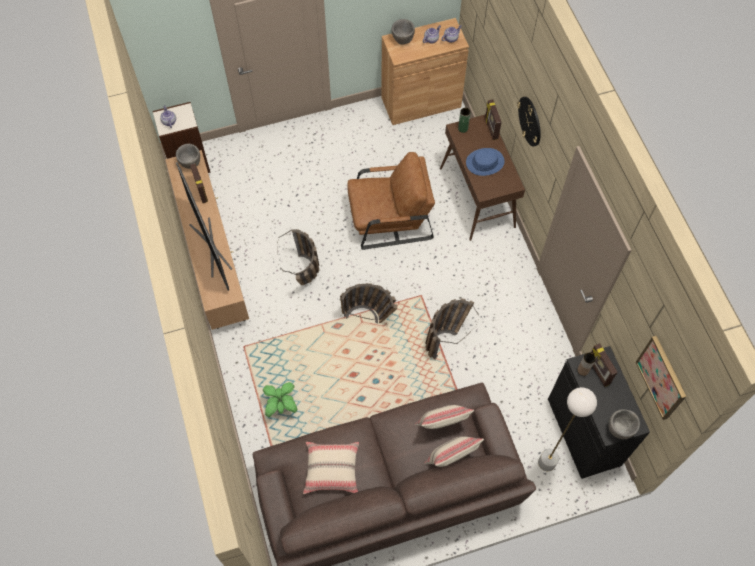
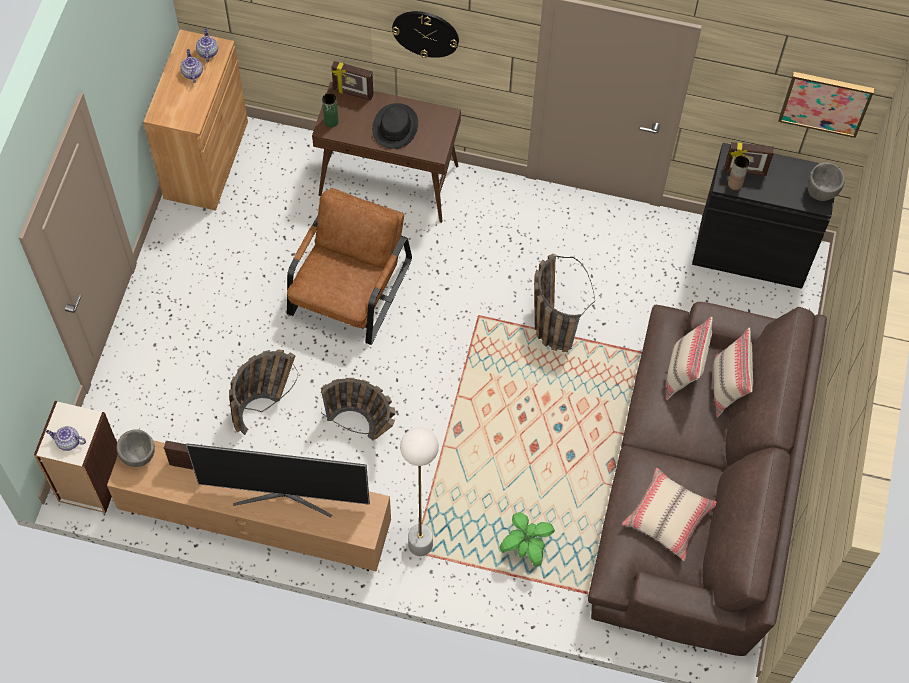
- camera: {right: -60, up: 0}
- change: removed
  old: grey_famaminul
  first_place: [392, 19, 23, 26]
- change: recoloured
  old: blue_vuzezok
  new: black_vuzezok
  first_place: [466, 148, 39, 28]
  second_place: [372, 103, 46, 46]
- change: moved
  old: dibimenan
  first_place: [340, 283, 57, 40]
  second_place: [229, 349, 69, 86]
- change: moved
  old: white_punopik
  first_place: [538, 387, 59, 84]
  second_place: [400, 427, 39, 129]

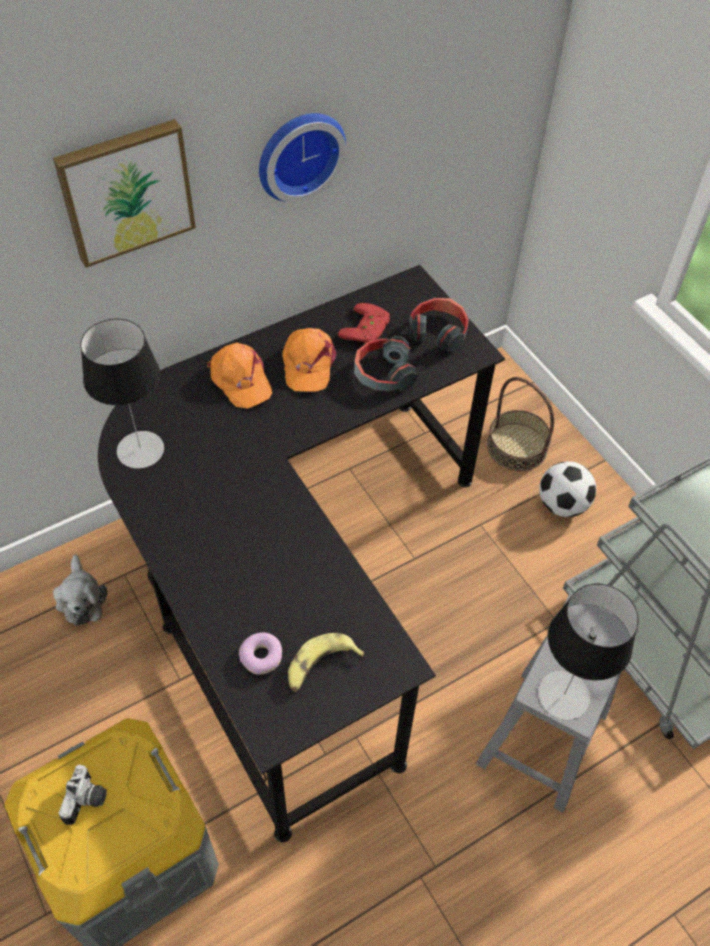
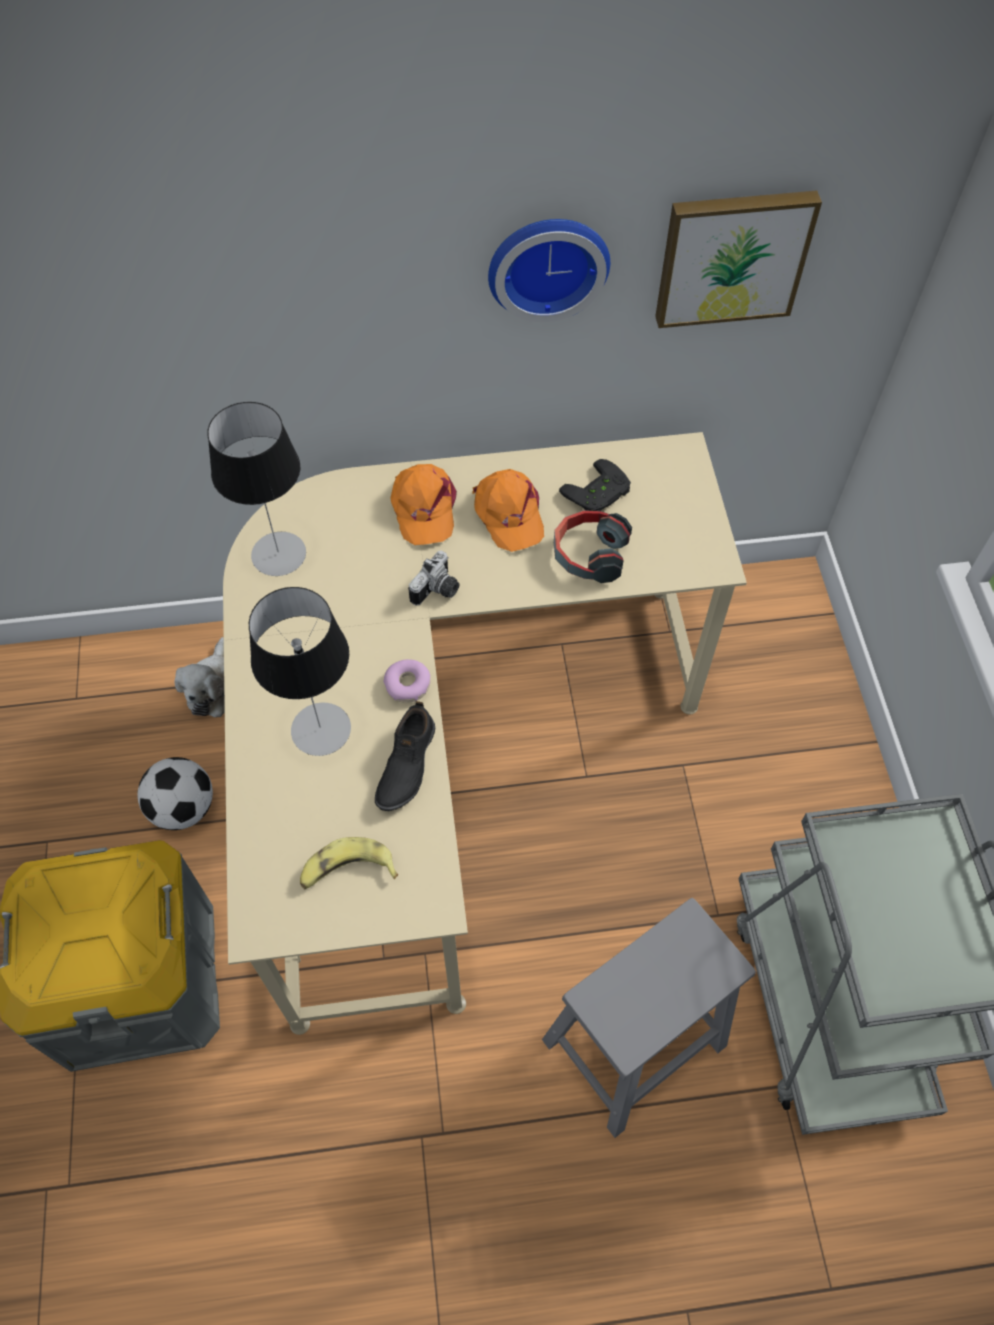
- camera: {right: 25, up: 5}
- change: moved
  old: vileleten
  first_place: [53, 119, 143, 149]
  second_place: [655, 190, 167, 138]
- change: recoloured
  old: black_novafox
  new: beige_novafox
  first_place: [98, 265, 407, 577]
  second_place: [223, 432, 524, 603]
- change: removed
  old: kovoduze
  first_place: [409, 298, 60, 55]
- change: recoloured
  old: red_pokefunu
  new: black_pokefunu
  first_place: [338, 303, 52, 41]
  second_place: [559, 459, 72, 52]
- change: turned
  old: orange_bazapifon
  first_place: [282, 328, 55, 64]
  second_place: [472, 469, 72, 83]
  degrees: -45
- change: removed
  old: dibimenan
  first_place: [487, 377, 67, 94]
- change: moved
  old: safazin
  first_place: [539, 461, 57, 56]
  second_place: [137, 757, 76, 73]
- change: moved
  old: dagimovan
  first_place: [538, 584, 101, 136]
  second_place: [249, 587, 102, 169]
- change: moved
  old: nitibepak
  first_place: [239, 632, 43, 43]
  second_place: [383, 659, 48, 44]
- change: moved
  old: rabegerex
  first_place: [59, 765, 48, 60]
  second_place: [408, 550, 51, 55]
- change: added
  new: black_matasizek
  second_place: [375, 701, 60, 110]

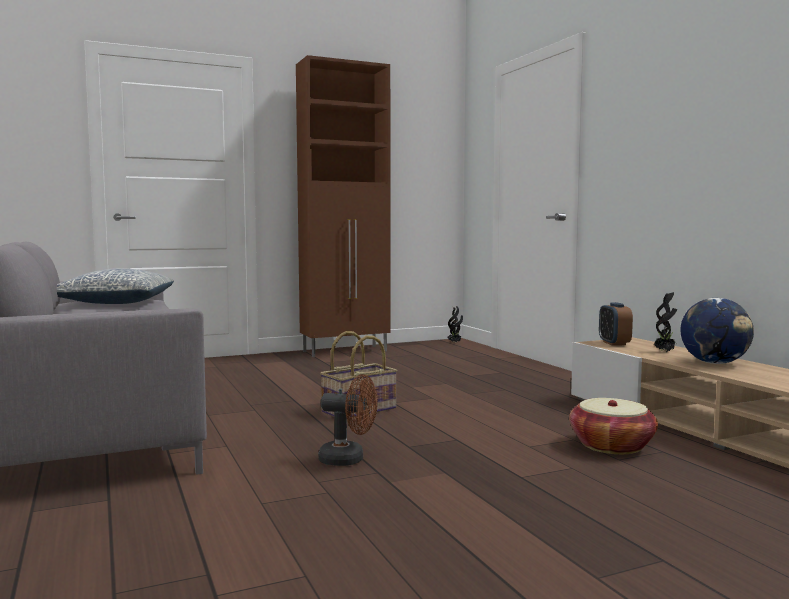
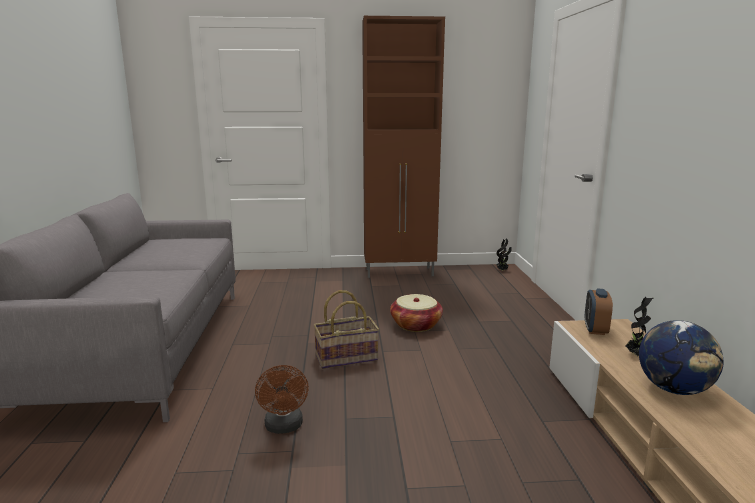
- camera: {right: 20, up: 10}
- change: removed
  old: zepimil
  first_place: [57, 268, 117, 36]
- change: turned
  old: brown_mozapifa
  first_place: [318, 374, 60, 92]
  second_place: [255, 365, 54, 69]
  degrees: 45
- change: moved
  old: dibimenan
  first_place: [569, 398, 89, 56]
  second_place: [390, 294, 53, 38]

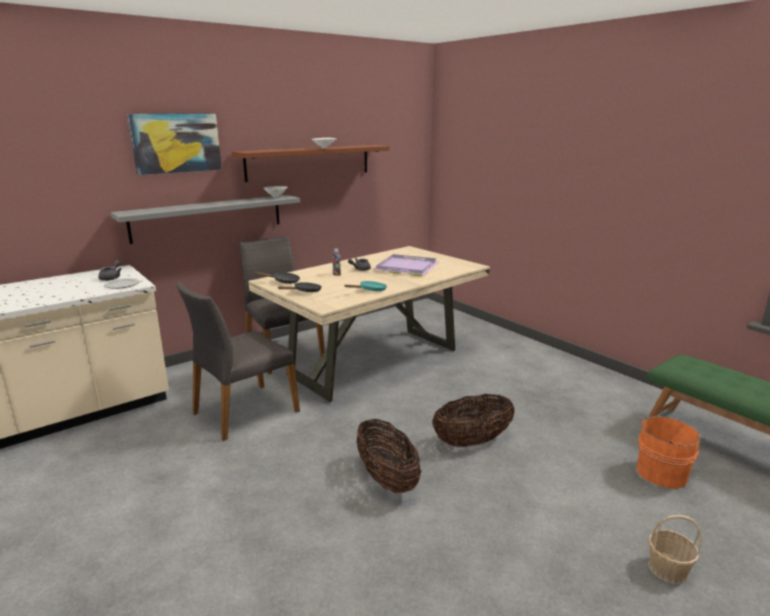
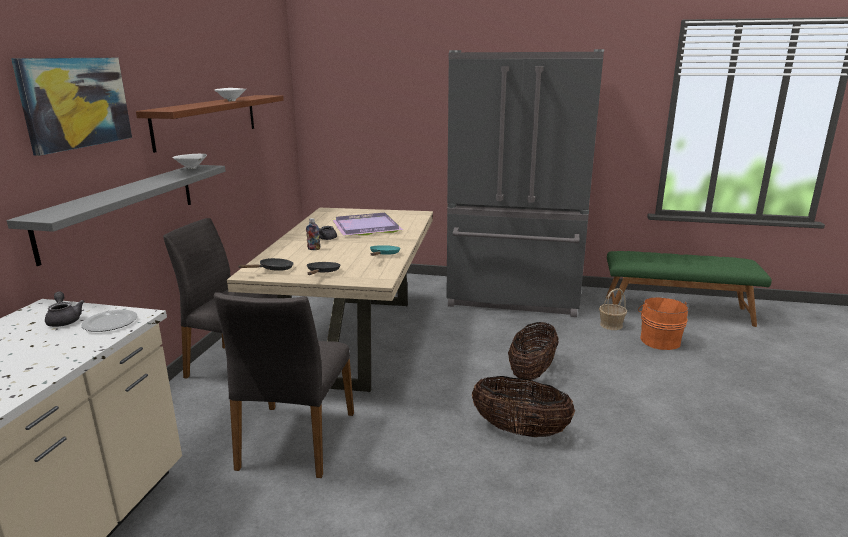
- camera: {right: -40, up: 0}
- change: moved
  old: dibimenan
  first_place: [648, 515, 53, 69]
  second_place: [599, 288, 28, 42]
- change: added
  new: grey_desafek
  second_place: [446, 49, 158, 268]

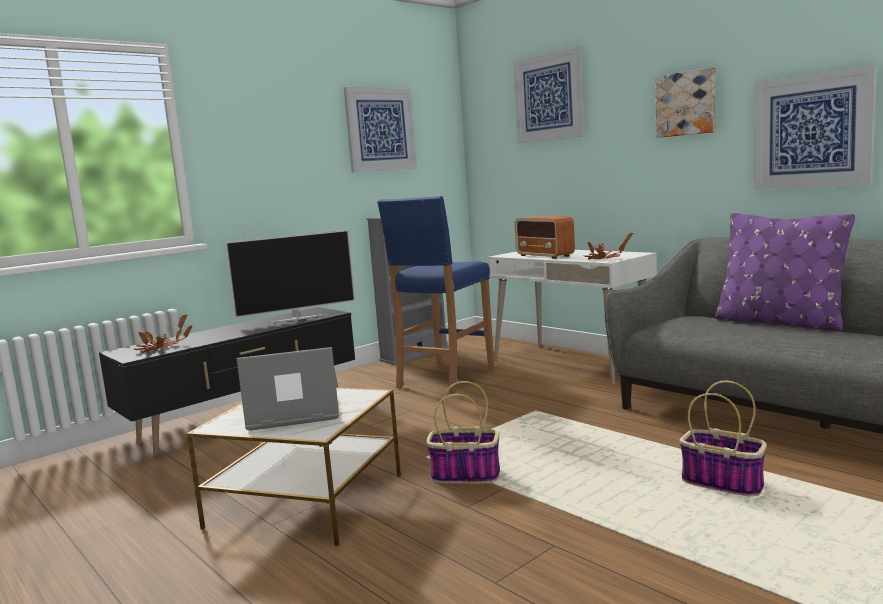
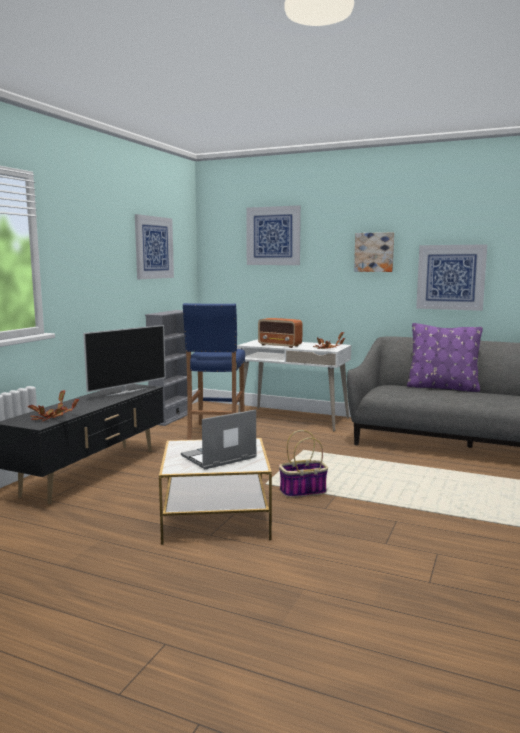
- camera: {right: -25, up: 0}
- change: removed
  old: dibimenan
  first_place: [679, 381, 88, 116]

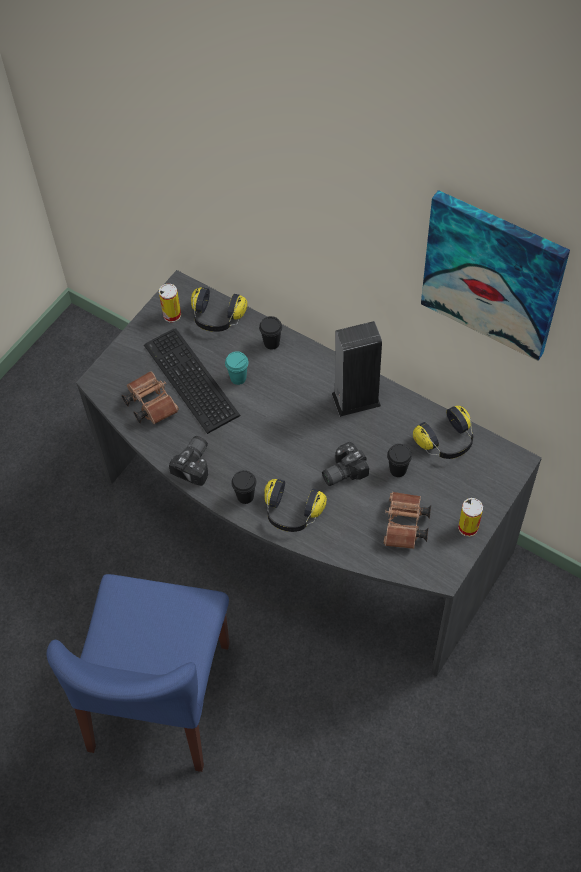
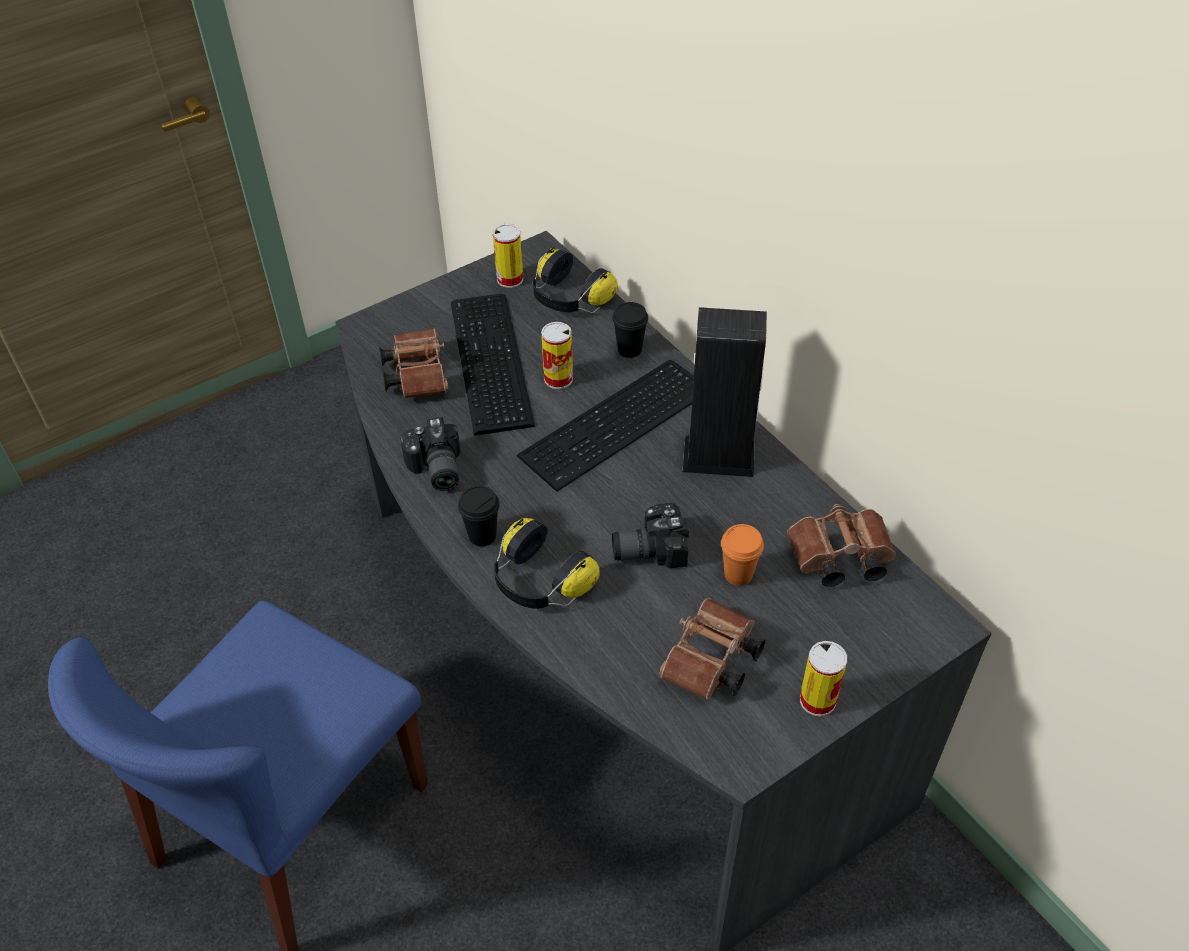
- camera: {right: 20, up: -10}
- change: removed
  old: vileleten
  first_place: [421, 190, 149, 171]
- change: replaced
  old: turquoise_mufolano
  new: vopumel
  first_place: [225, 351, 24, 34]
  second_place: [541, 322, 32, 67]
- change: replaced
  old: kovoduze
  new: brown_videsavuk
  first_place: [413, 406, 61, 53]
  second_place: [787, 504, 109, 83]
- change: turned
  old: rabegerex
  first_place: [169, 436, 39, 50]
  second_place: [400, 417, 61, 74]
  degrees: 120
- change: recoloured
  old: black_mufolano
  new: orange_mufolano
  first_place: [387, 444, 25, 33]
  second_place: [721, 524, 43, 62]
- change: added
  new: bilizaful
  second_place: [517, 360, 177, 132]

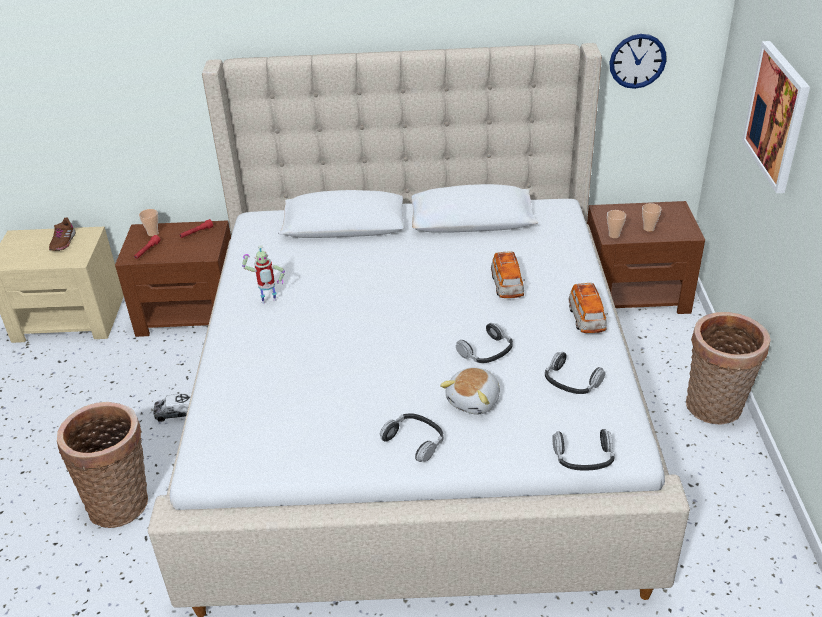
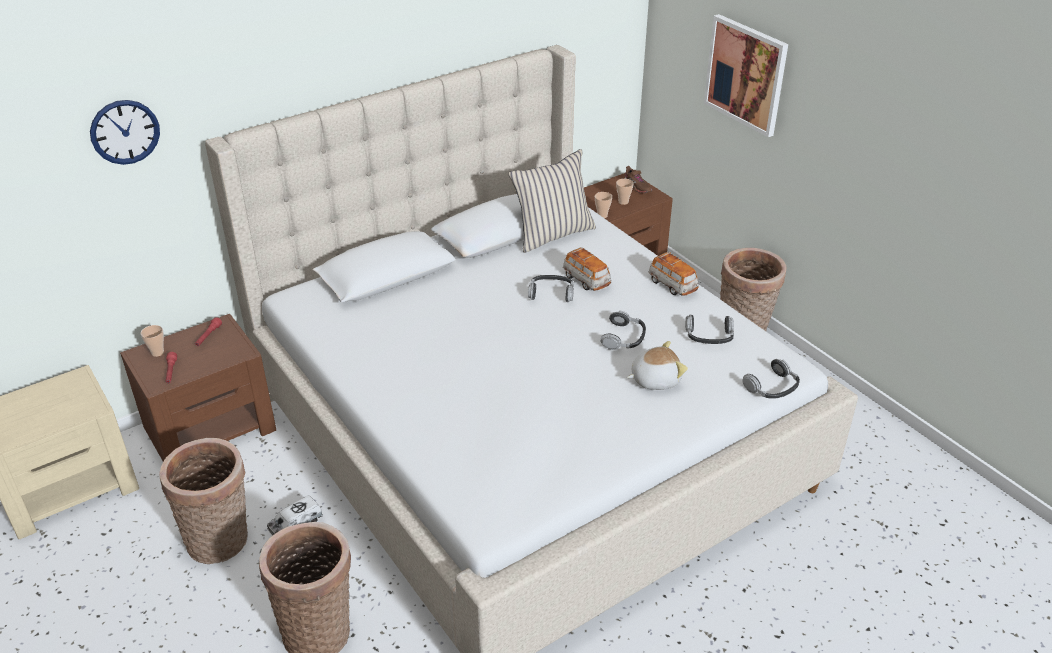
- camera: {right: -35, up: 0}
- change: moved
  old: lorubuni
  first_place: [609, 34, 58, 55]
  second_place: [90, 100, 70, 65]
- change: moved
  old: brown_matasizek
  first_place: [49, 218, 27, 33]
  second_place: [625, 166, 27, 27]
- change: removed
  old: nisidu
  first_place: [242, 245, 43, 59]
- change: turned
  old: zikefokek
  first_place: [440, 368, 60, 47]
  second_place: [627, 341, 61, 49]
  degrees: -105
- change: moved
  old: kovoduze
  first_place: [380, 413, 63, 49]
  second_place: [528, 275, 46, 27]
- change: added
  new: beige_zepimil
  second_place: [508, 149, 88, 104]
- change: added
  new: dibimenan
  second_place: [159, 438, 89, 126]

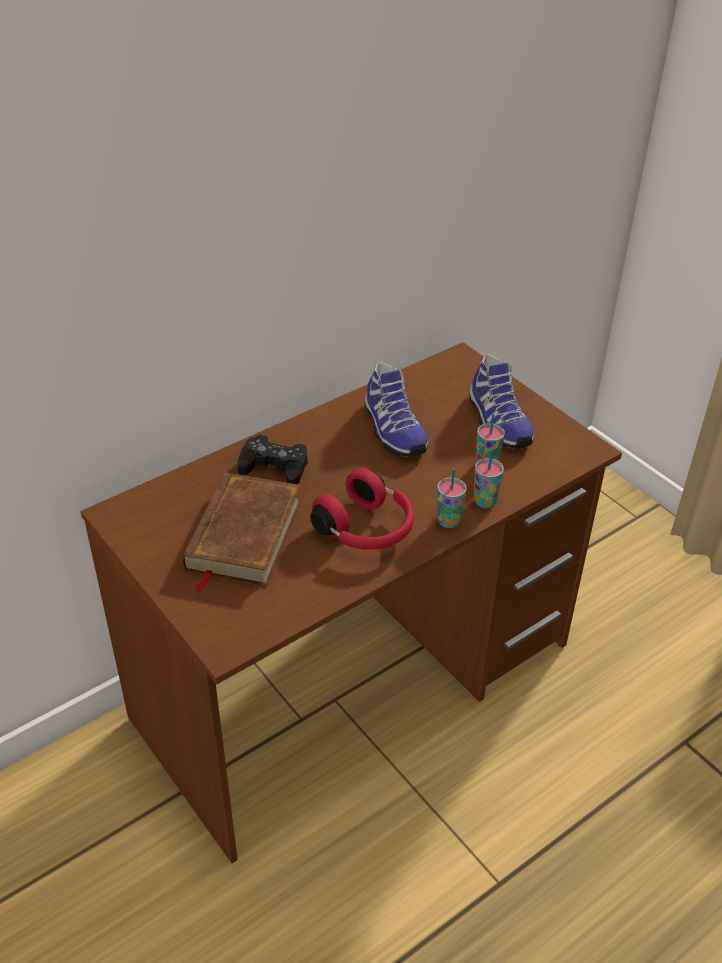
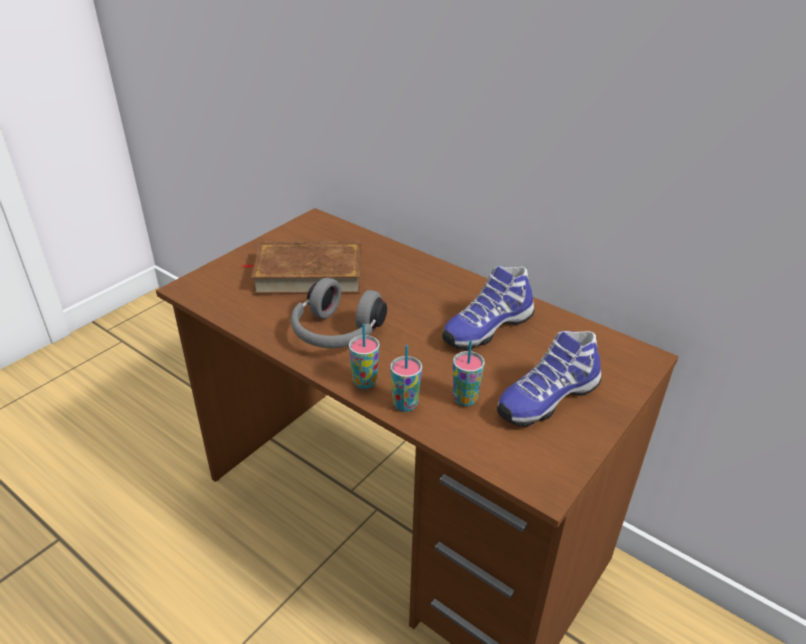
- camera: {right: 75, up: -5}
- change: removed
  old: black_pokefunu
  first_place: [238, 434, 70, 50]
- change: recoloured
  old: red_kovoduze
  new: grey_kovoduze
  first_place: [310, 468, 104, 82]
  second_place: [291, 278, 96, 70]

